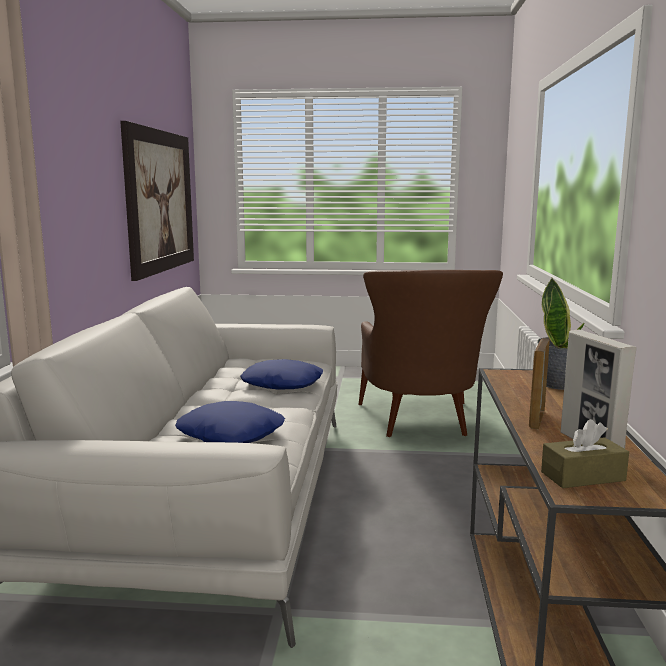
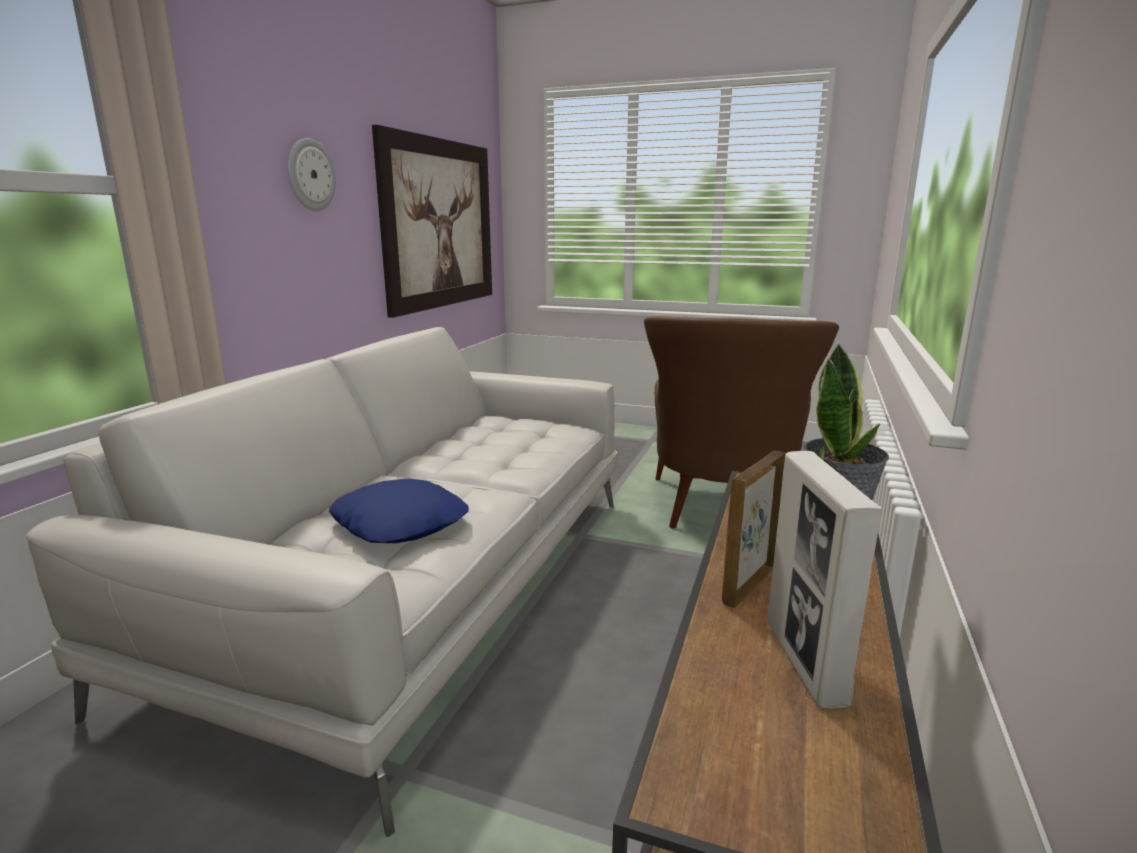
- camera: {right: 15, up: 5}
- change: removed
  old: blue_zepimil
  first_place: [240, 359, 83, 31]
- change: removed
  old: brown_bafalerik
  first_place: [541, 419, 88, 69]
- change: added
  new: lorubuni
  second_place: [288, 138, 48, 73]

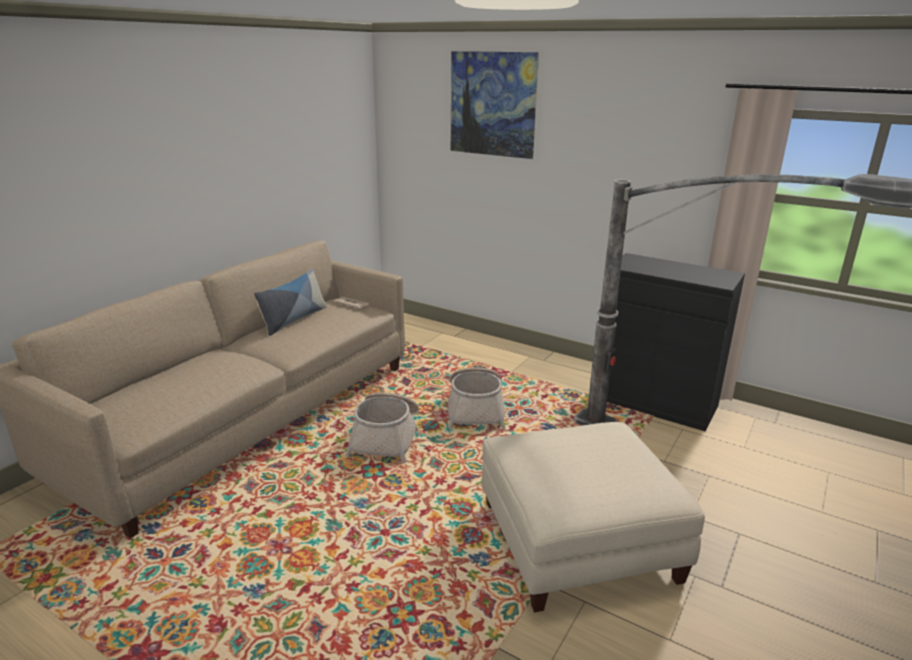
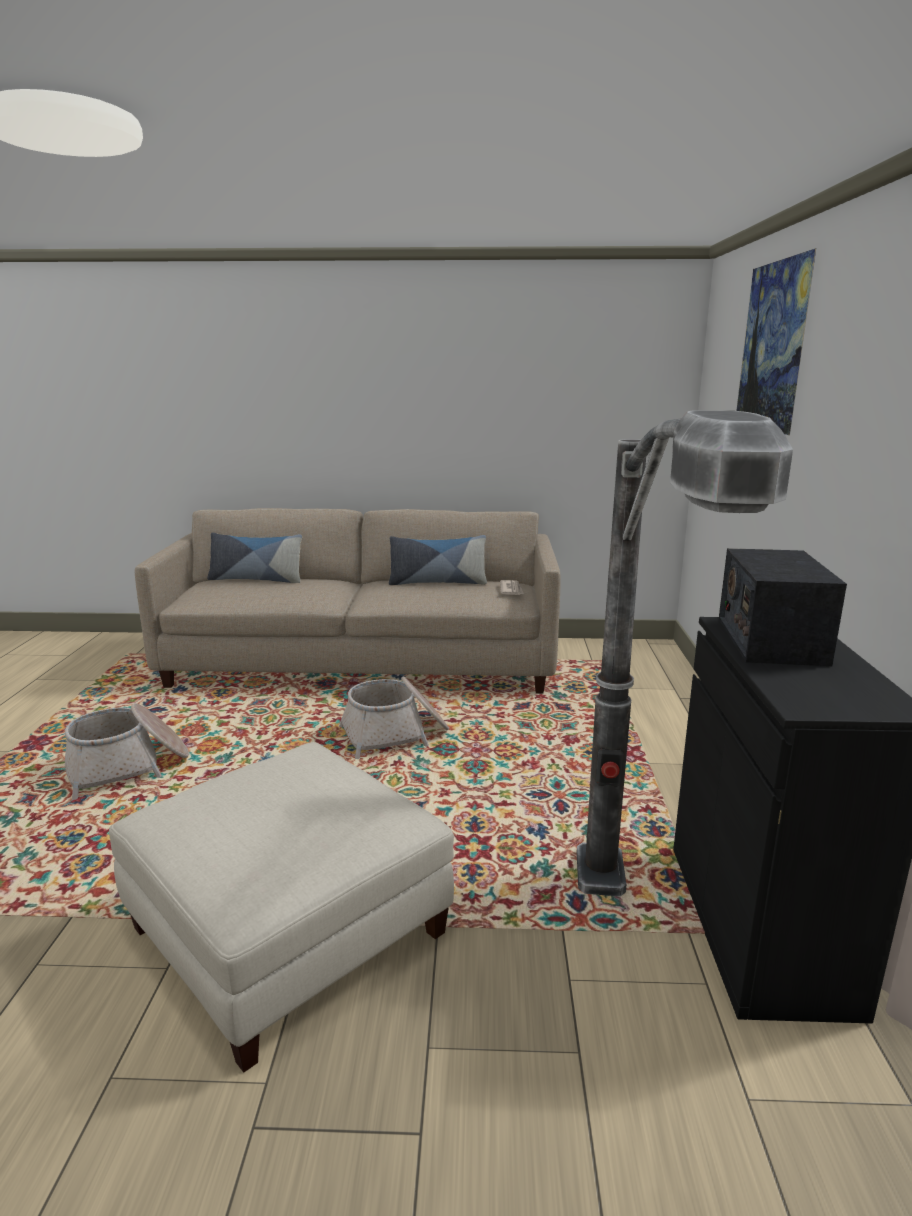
- camera: {right: 60, up: -5}
- change: moved
  old: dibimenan
  first_place: [448, 367, 58, 62]
  second_place: [65, 703, 124, 97]
- change: added
  new: zepimil
  second_place: [207, 532, 95, 51]
- change: added
  new: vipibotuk
  second_place: [719, 548, 128, 118]

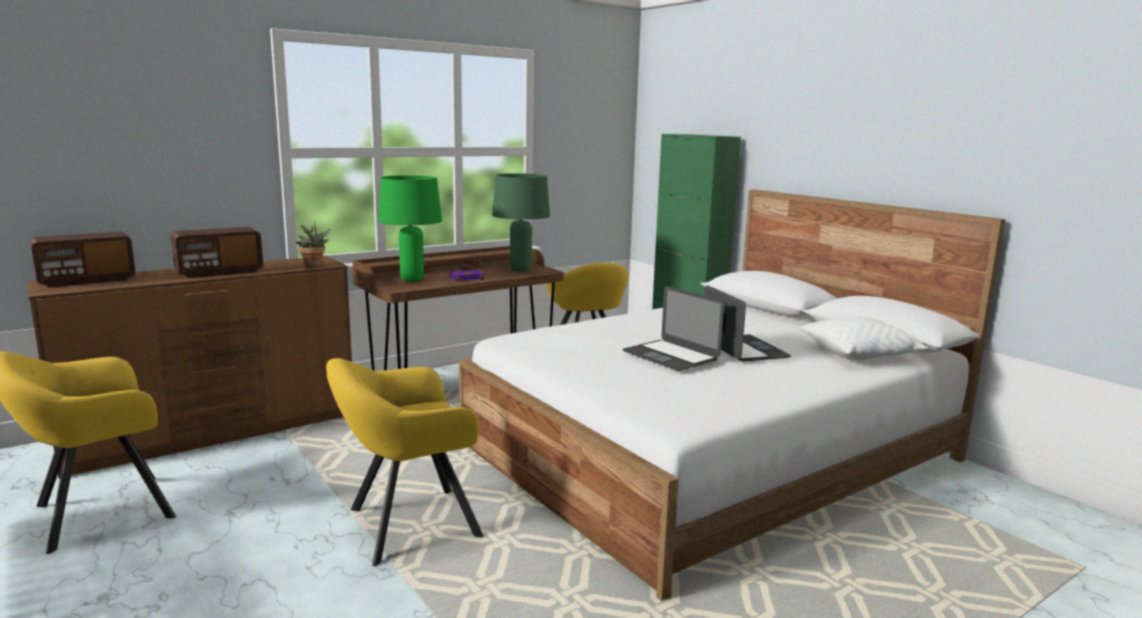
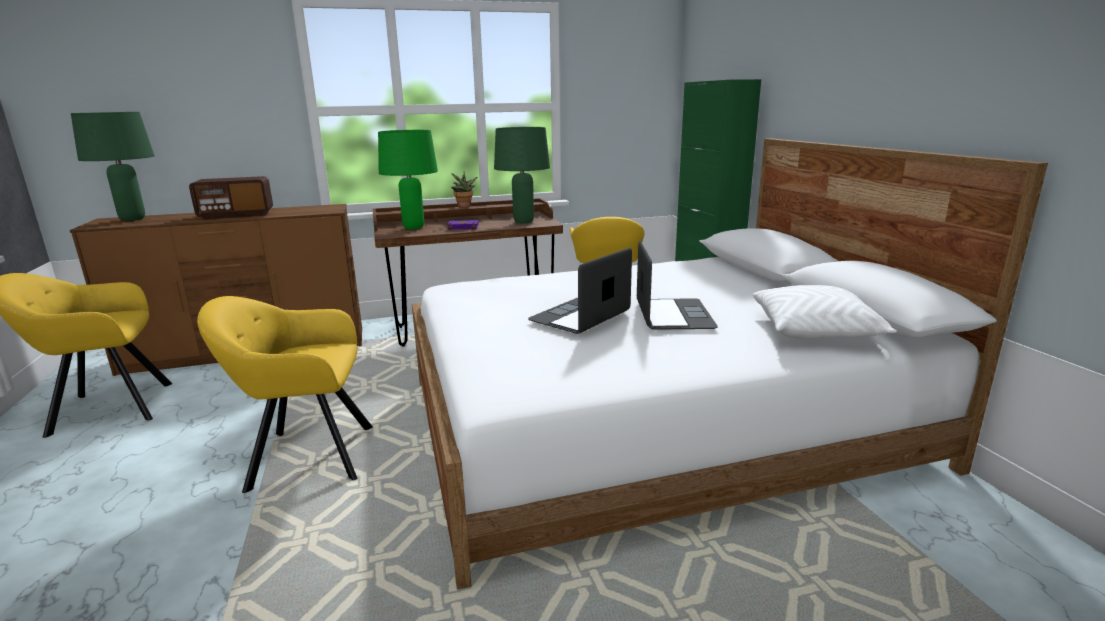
- camera: {right: 20, up: 5}
- change: moved
  old: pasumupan
  first_place: [296, 222, 34, 45]
  second_place: [451, 172, 26, 36]
- change: replaced
  old: vipibotuk
  new: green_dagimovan
  first_place: [30, 232, 105, 55]
  second_place: [71, 112, 84, 109]
- change: turned
  old: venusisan
  first_place: [622, 286, 102, 85]
  second_place: [528, 248, 104, 86]
  degrees: 60

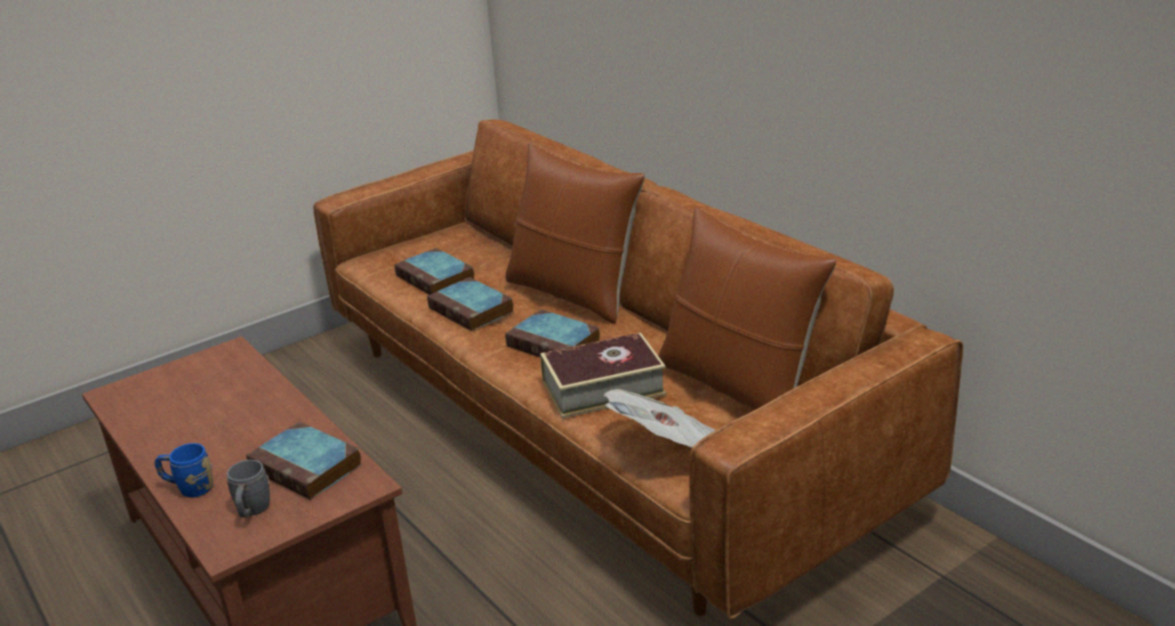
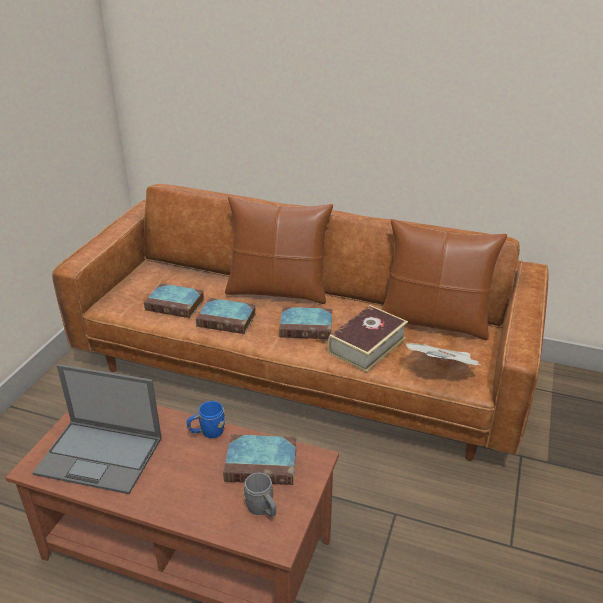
- camera: {right: -35, up: 5}
- change: moved
  old: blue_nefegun
  first_place: [154, 443, 59, 55]
  second_place: [187, 401, 38, 37]
- change: added
  new: venusisan
  second_place: [32, 364, 130, 130]

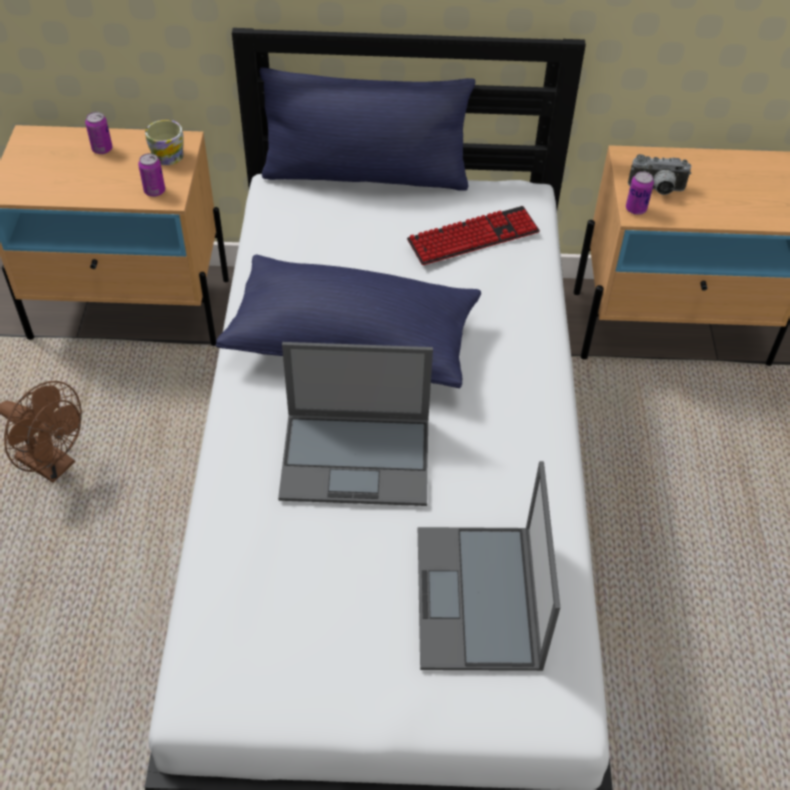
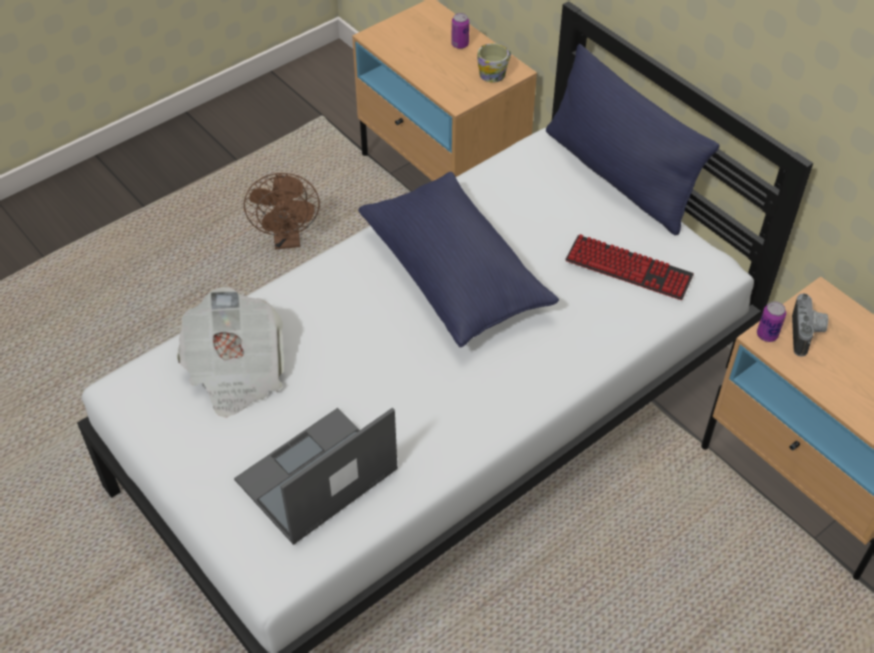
- camera: {right: 50, up: 0}
- change: removed
  old: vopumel
  first_place: [138, 153, 27, 44]
- change: turned
  old: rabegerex
  first_place: [628, 154, 63, 41]
  second_place: [792, 293, 36, 63]
  degrees: -135
- change: removed
  old: venusisan
  first_place: [278, 342, 155, 164]
- change: added
  new: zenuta
  second_place: [177, 287, 107, 131]

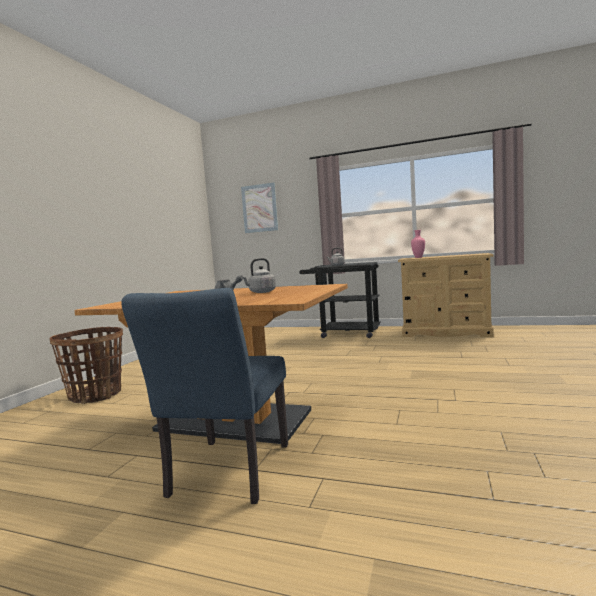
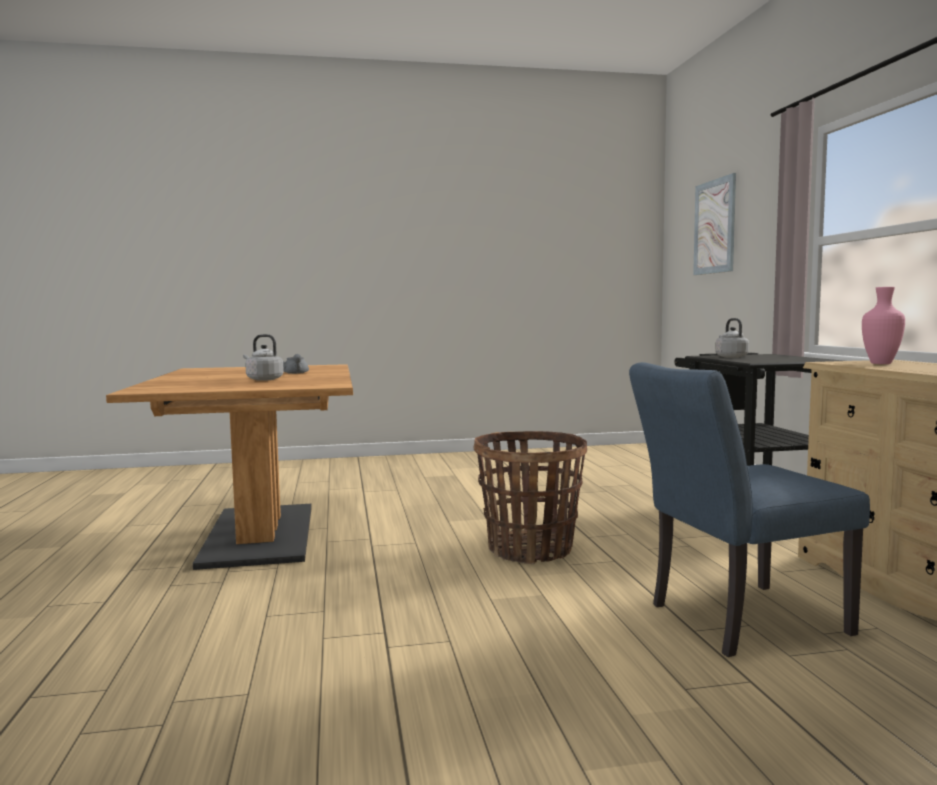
- camera: {right: 60, up: 0}
- change: moved
  old: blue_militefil
  first_place: [121, 288, 167, 216]
  second_place: [629, 362, 241, 295]
- change: moved
  old: dibimenan
  first_place: [50, 327, 73, 77]
  second_place: [473, 431, 114, 133]

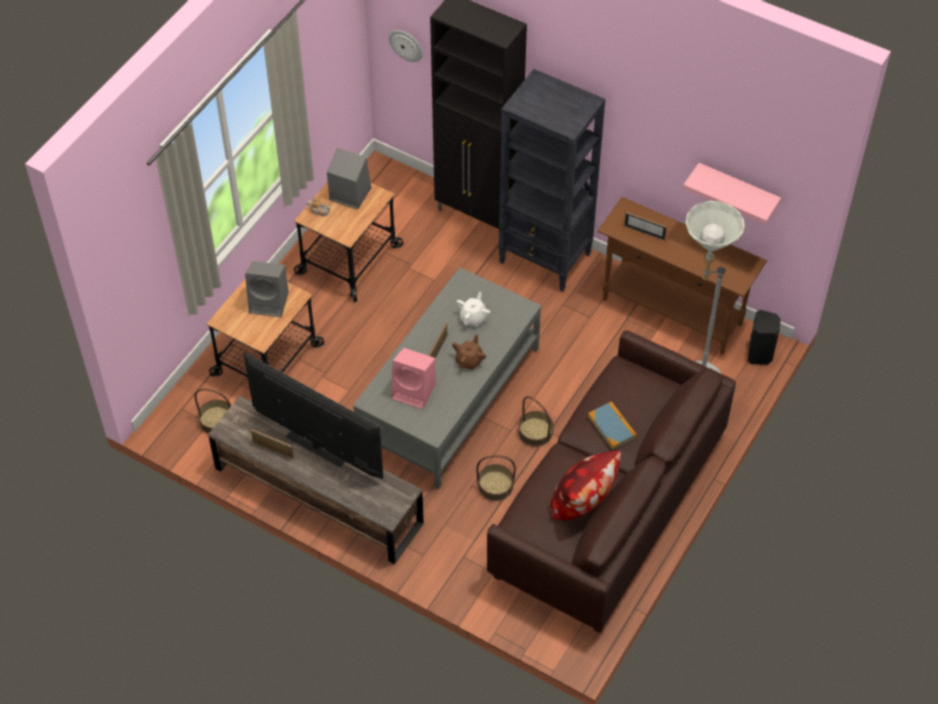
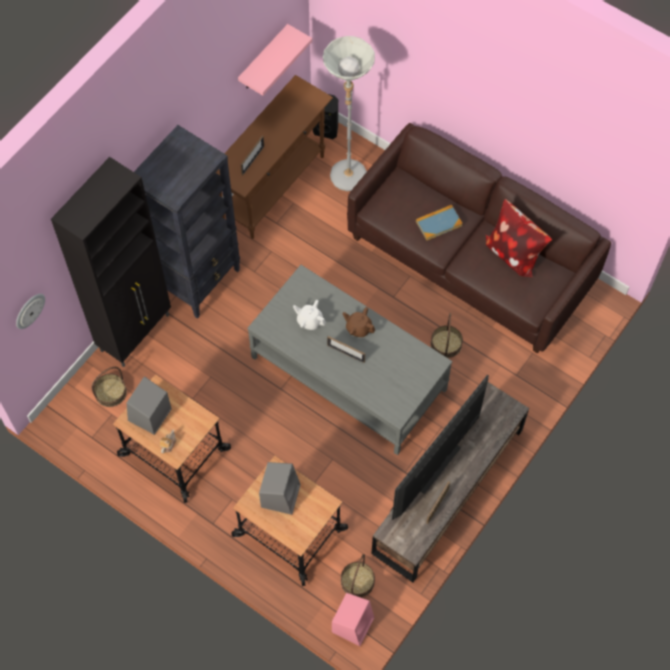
- camera: {right: -85, up: 10}
- change: moved
  old: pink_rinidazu
  first_place: [391, 348, 45, 61]
  second_place: [332, 593, 42, 53]
- change: moved
  old: dibimenan
  first_place: [518, 396, 36, 51]
  second_place: [92, 367, 35, 40]

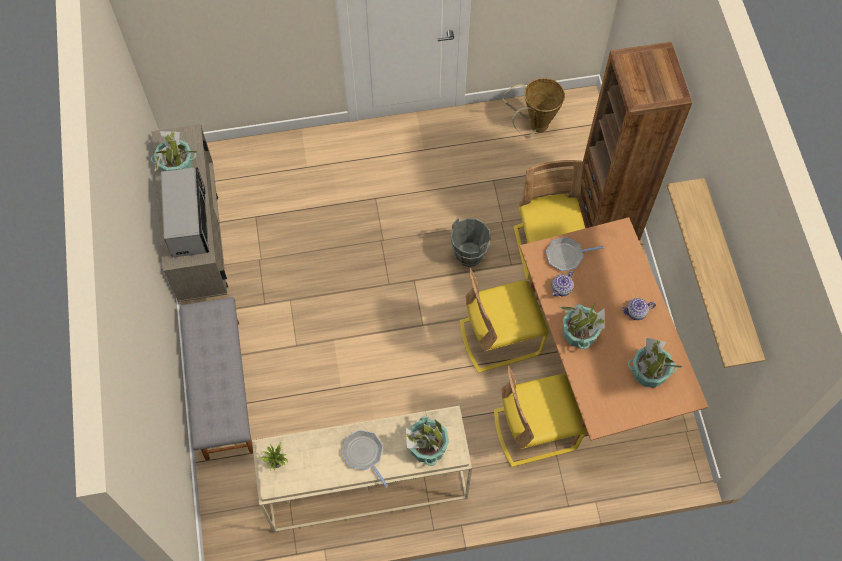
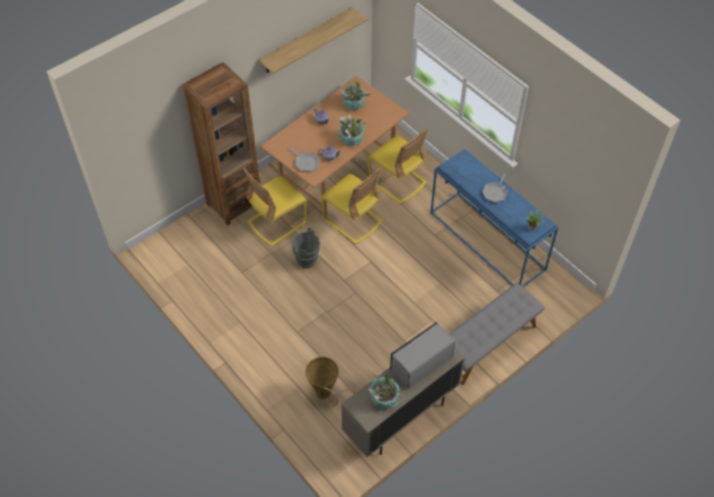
- camera: {right: -120, up: -10}
- change: moved
  old: dibimenan
  first_place: [502, 78, 63, 59]
  second_place: [305, 356, 50, 52]
- change: recoloured
  old: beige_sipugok
  new: blue_sipugok
  first_place: [252, 405, 220, 128]
  second_place: [430, 149, 129, 138]
- change: removed
  old: pasumupan
  first_place: [406, 415, 43, 51]

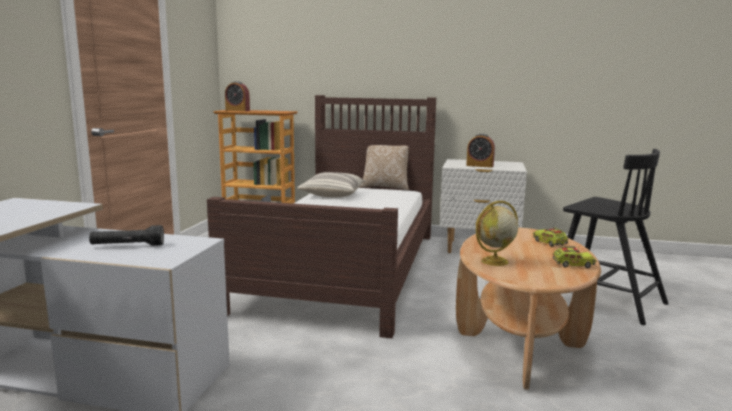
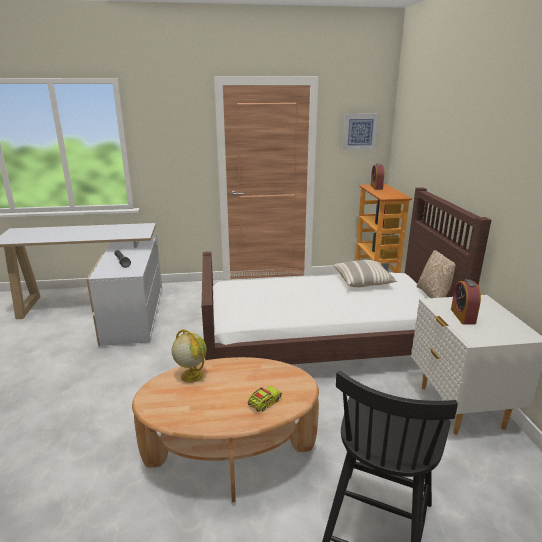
- camera: {right: 70, up: 10}
- change: removed
  old: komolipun
  first_place: [552, 246, 45, 22]
- change: added
  new: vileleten
  second_place: [342, 114, 37, 36]

